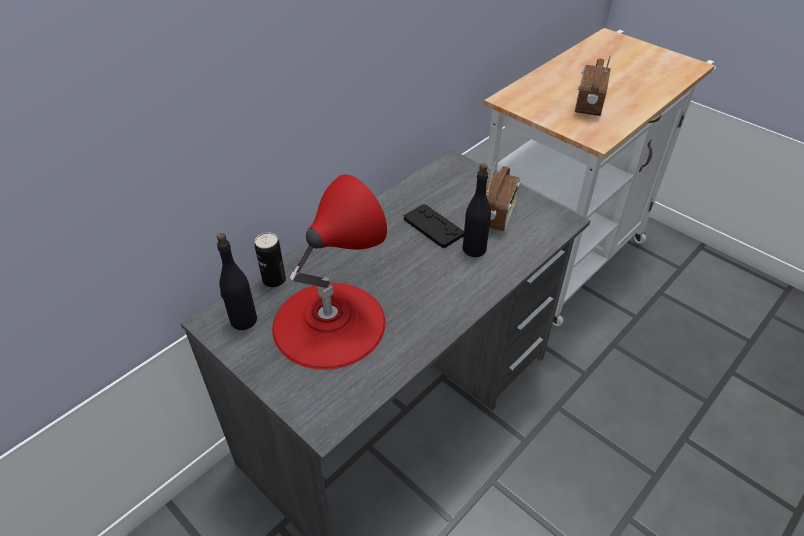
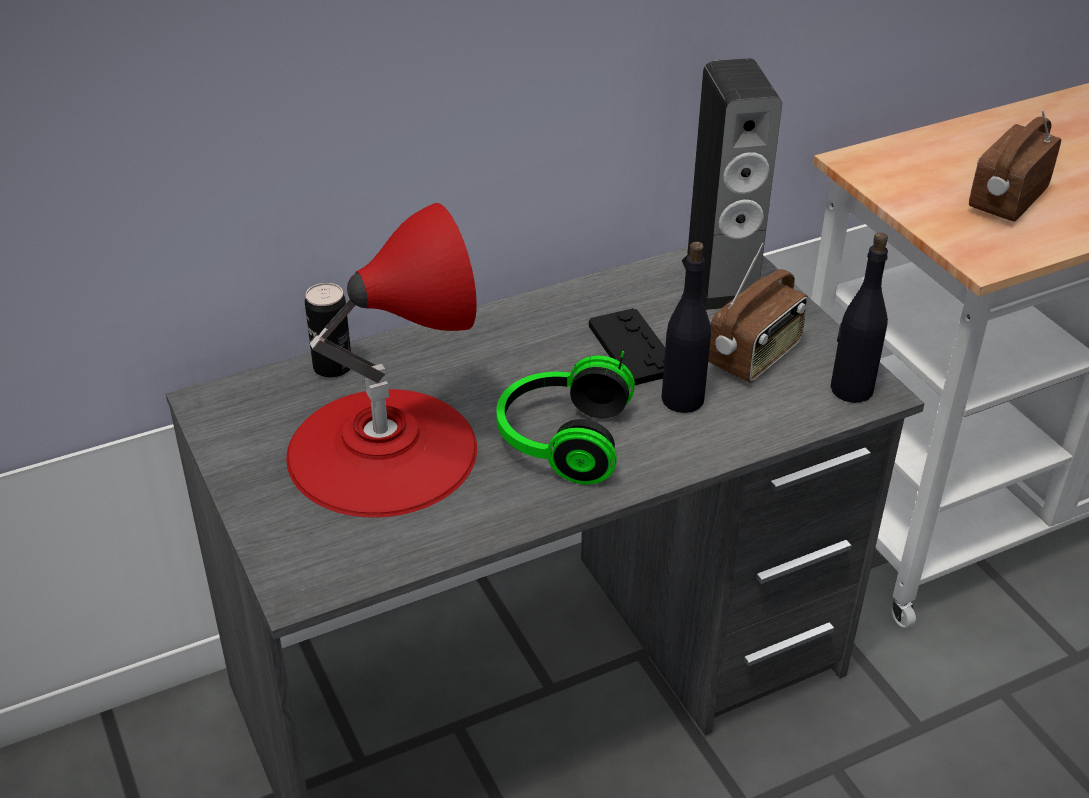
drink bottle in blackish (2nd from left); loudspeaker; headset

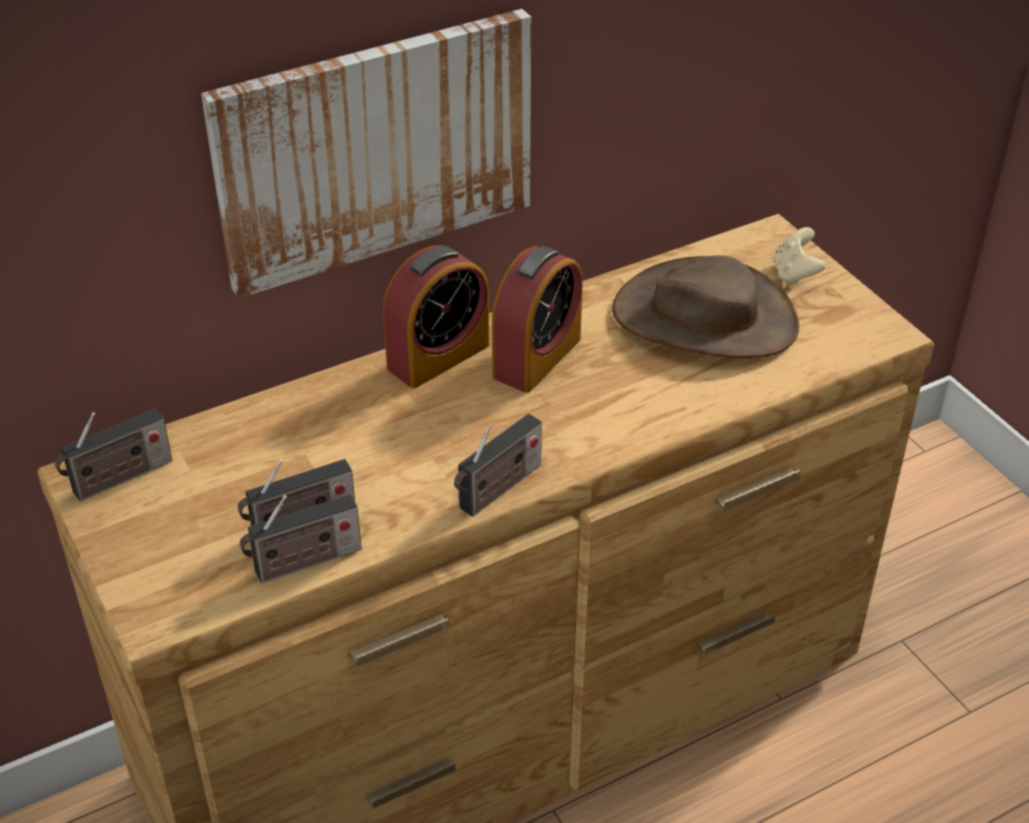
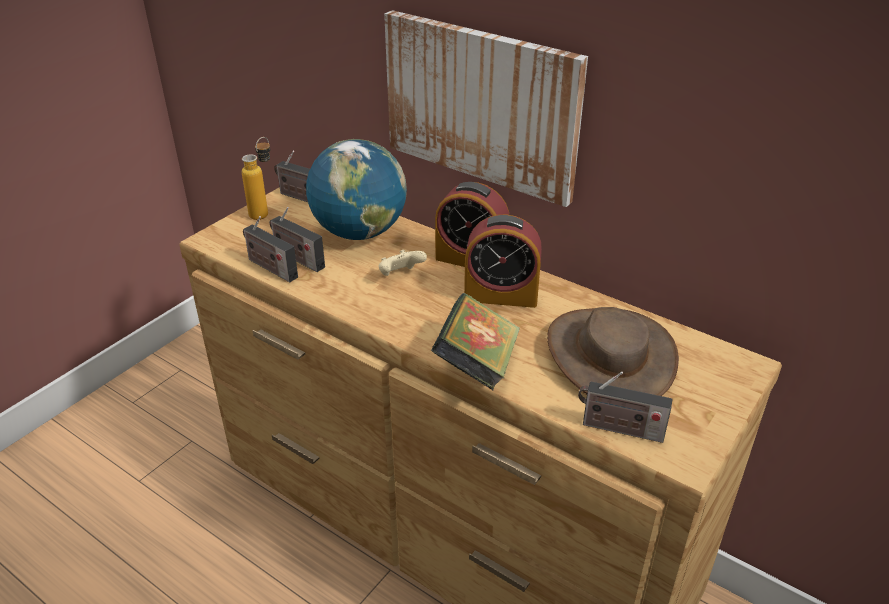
gamepad in beige-coloured; radio set (4th from left); drink bottle; desk globe; bound book

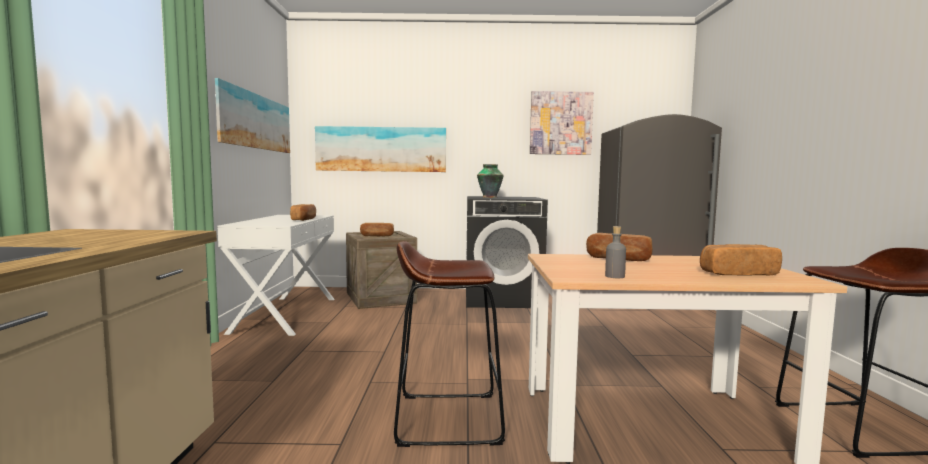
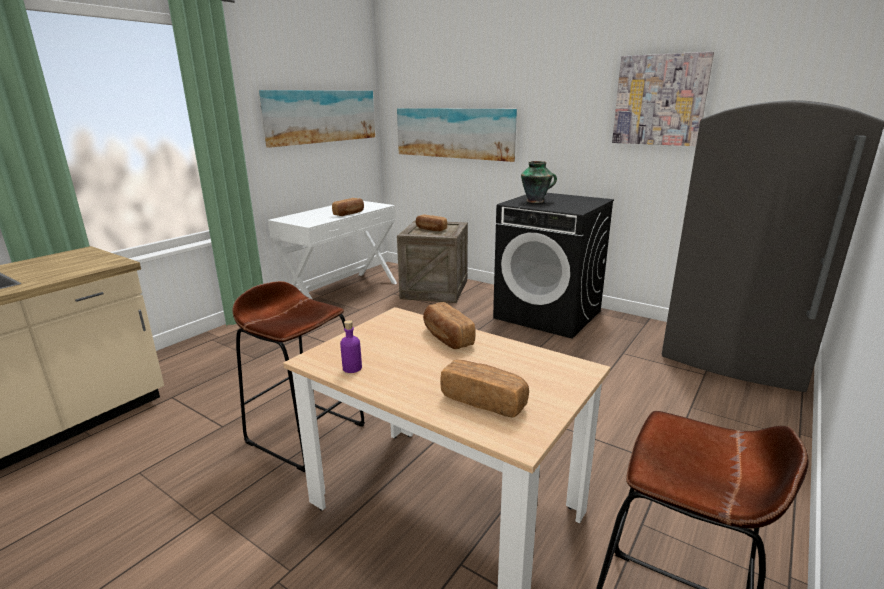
drink bottle in purple

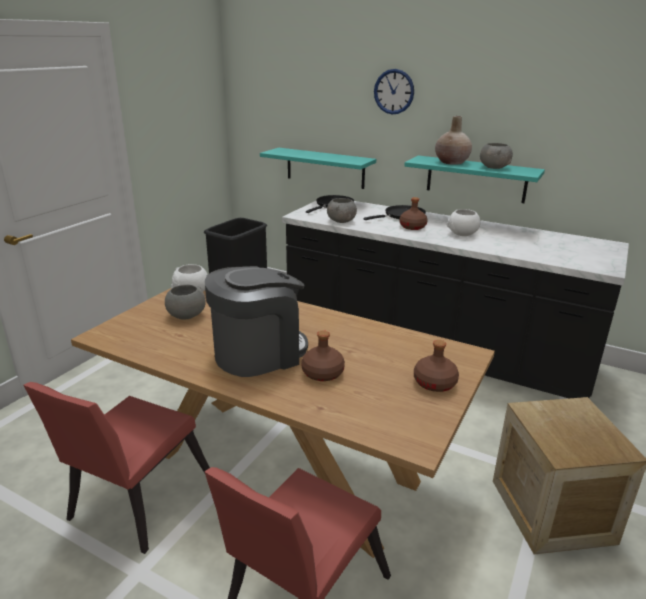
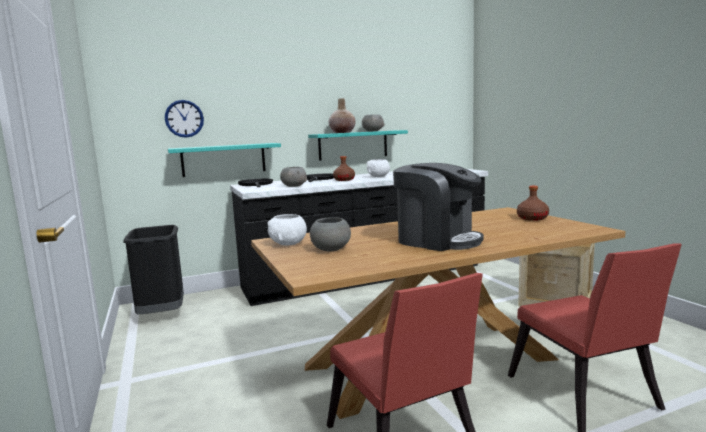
hanging clock; coffee brewer; drink bottle in brown (1st from left in the first image)

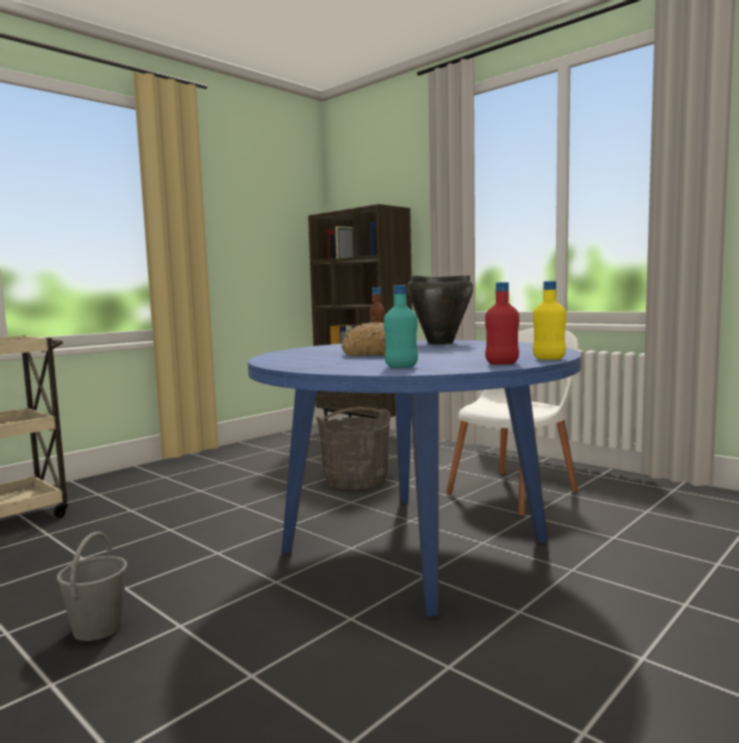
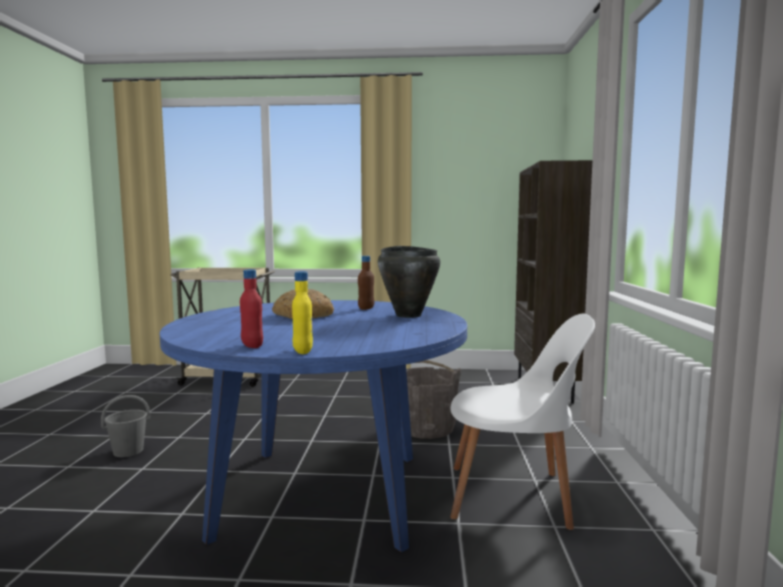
drink bottle in blue-green

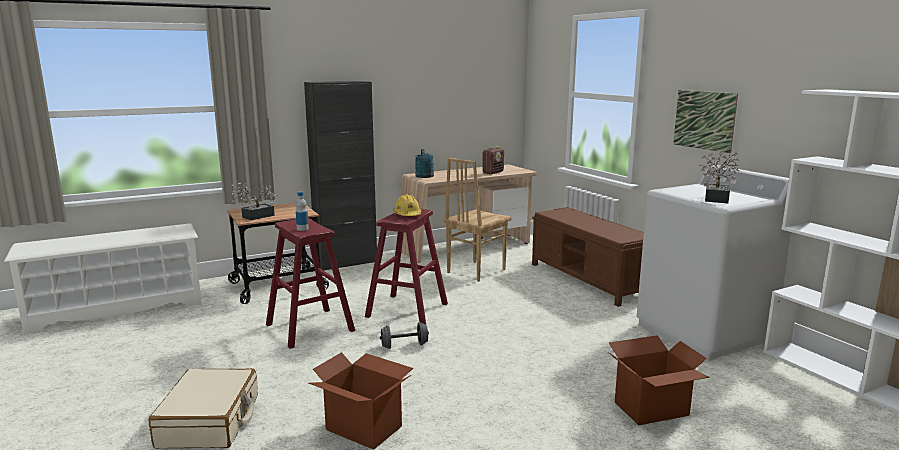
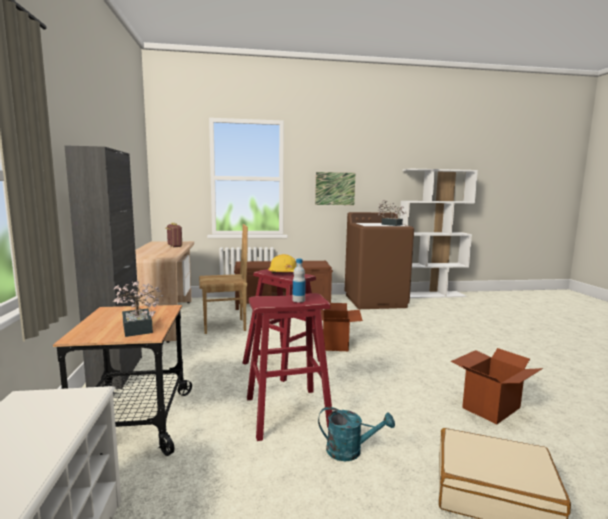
watering pot in blue-green; upright chair in brown; laundry machine in brown; dumbbell in grey; packing box (1st from left)

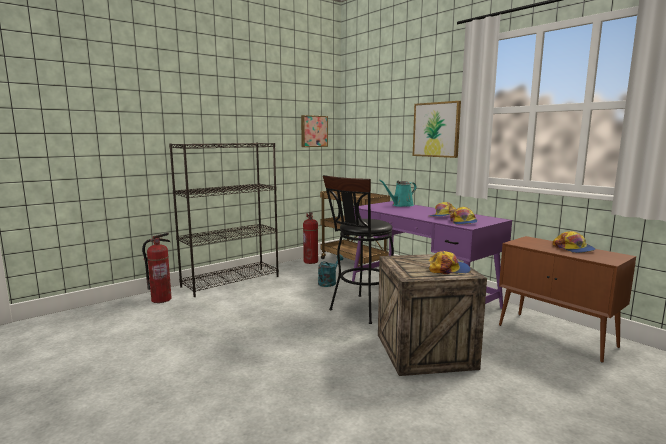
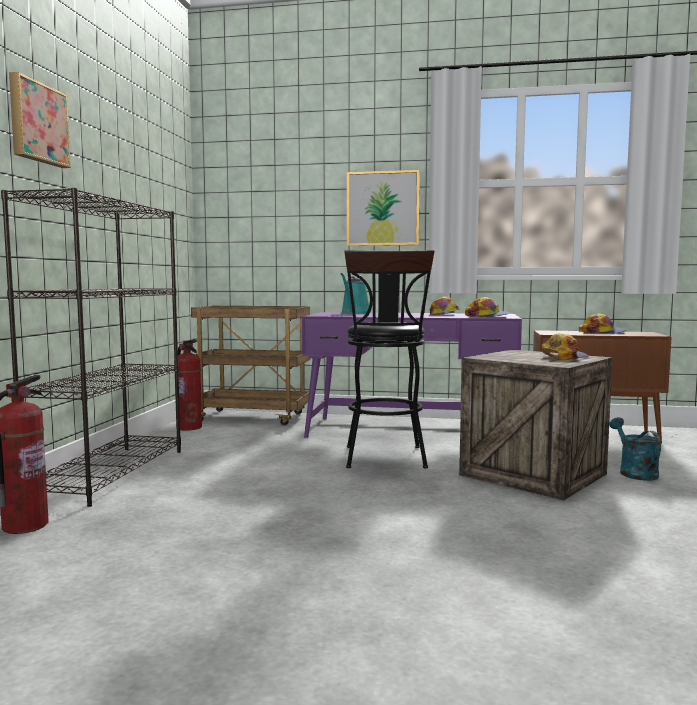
wall picture (1st from left); watering pot in blue-green (2nd from left)

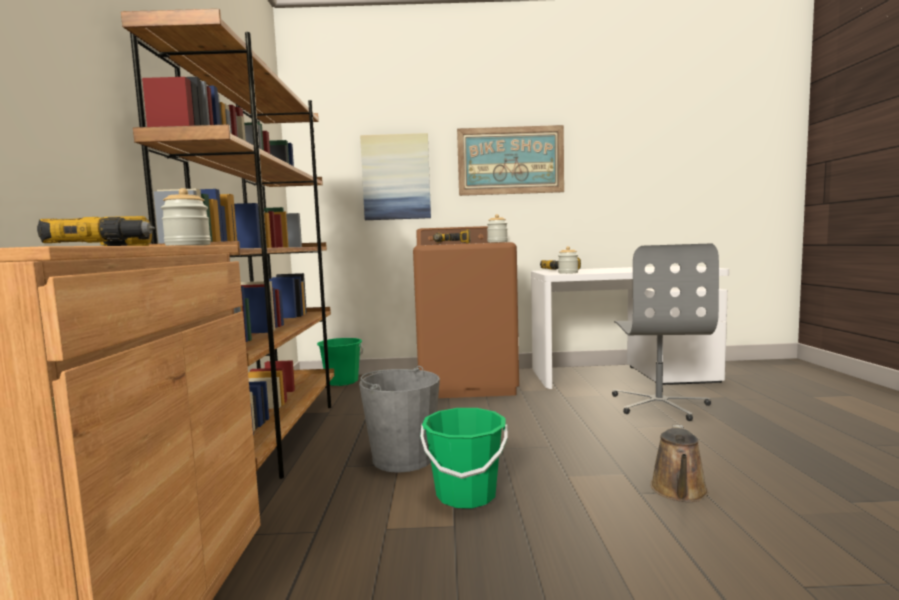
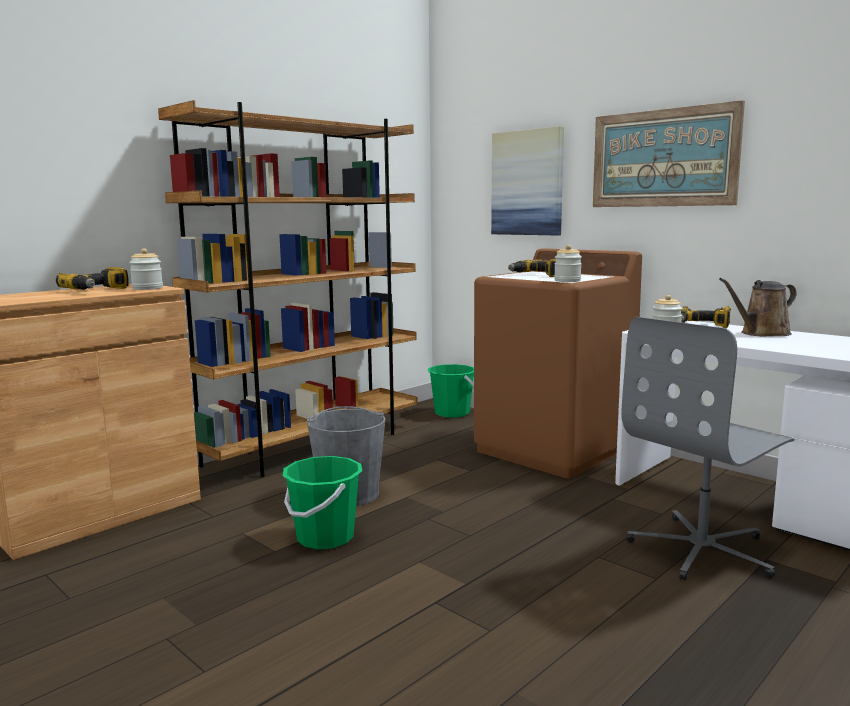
watering pot in brown

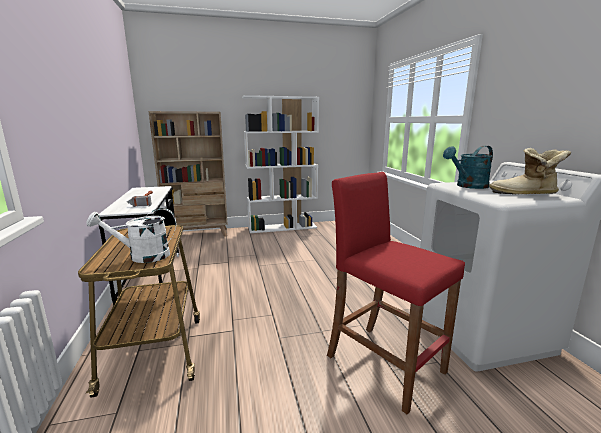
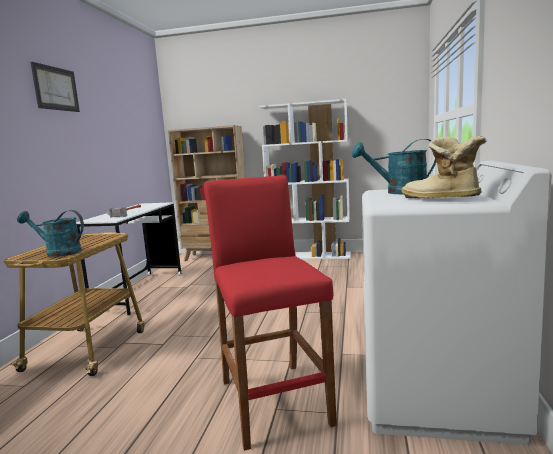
watering pot in blue-green (1st from left); wall picture

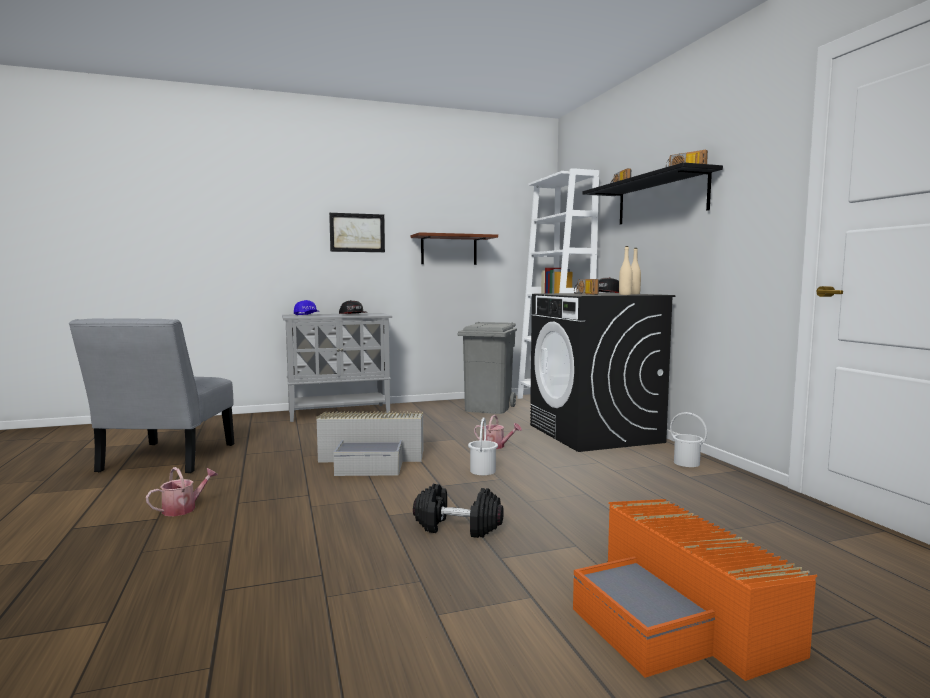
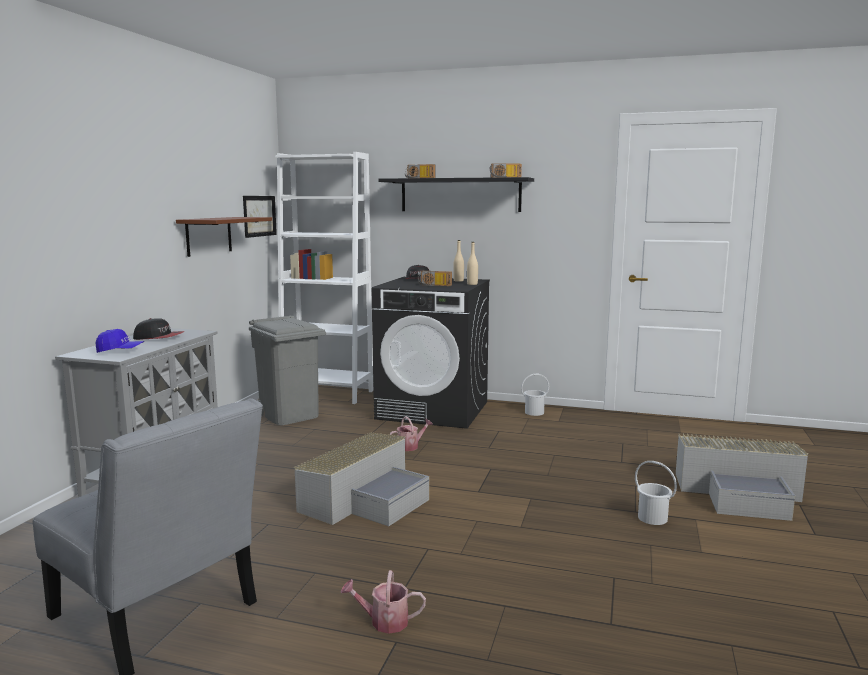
wall picture; bucket in white (2nd from left); watering pot (1st from left); dumbbell in blackish; storage bin in grey (2nd from left)

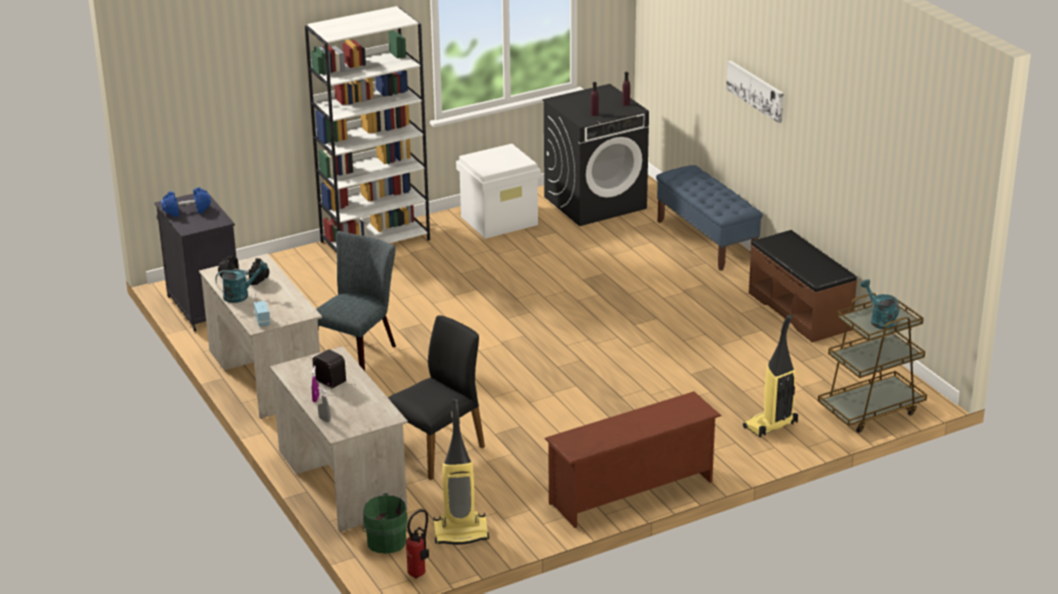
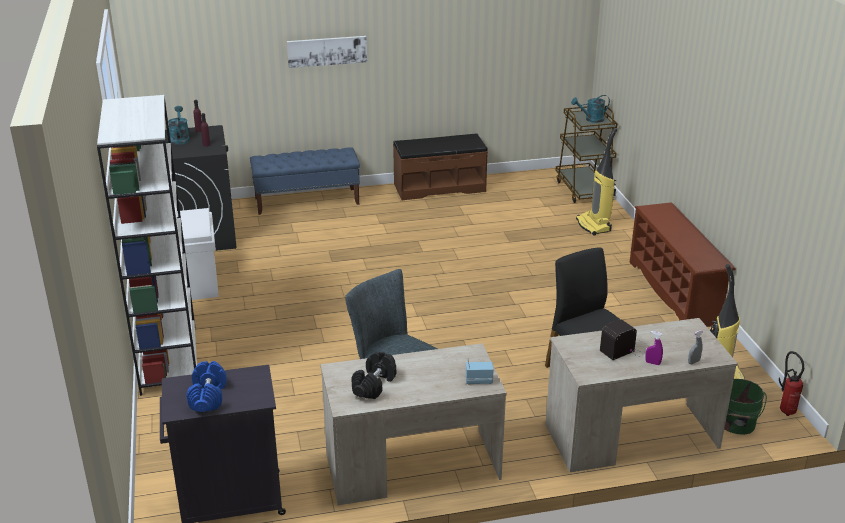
watering pot in blue-green (1st from left)

